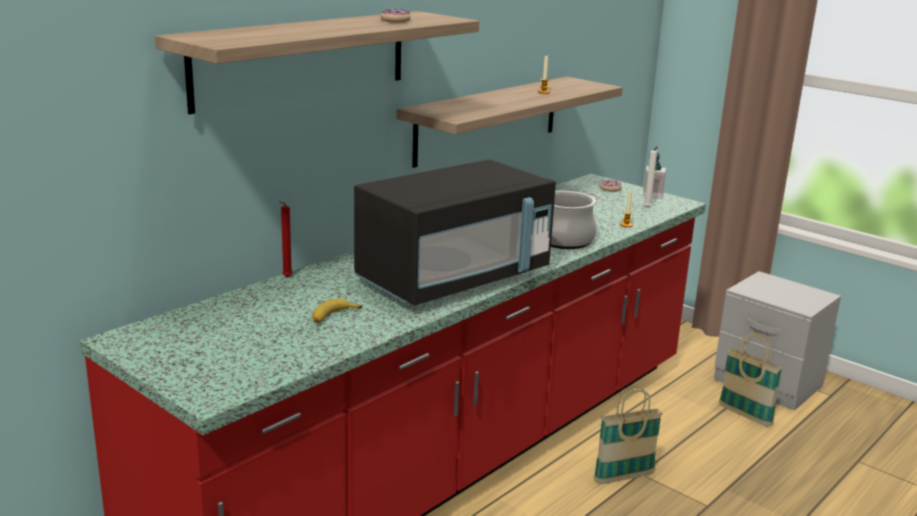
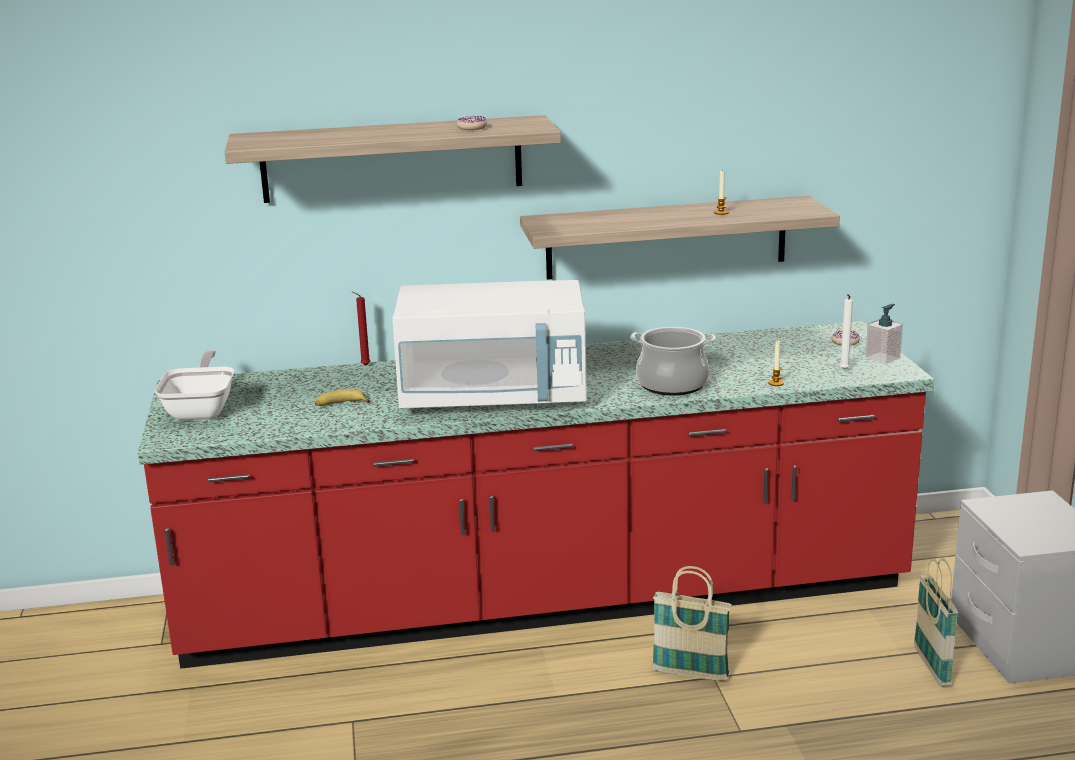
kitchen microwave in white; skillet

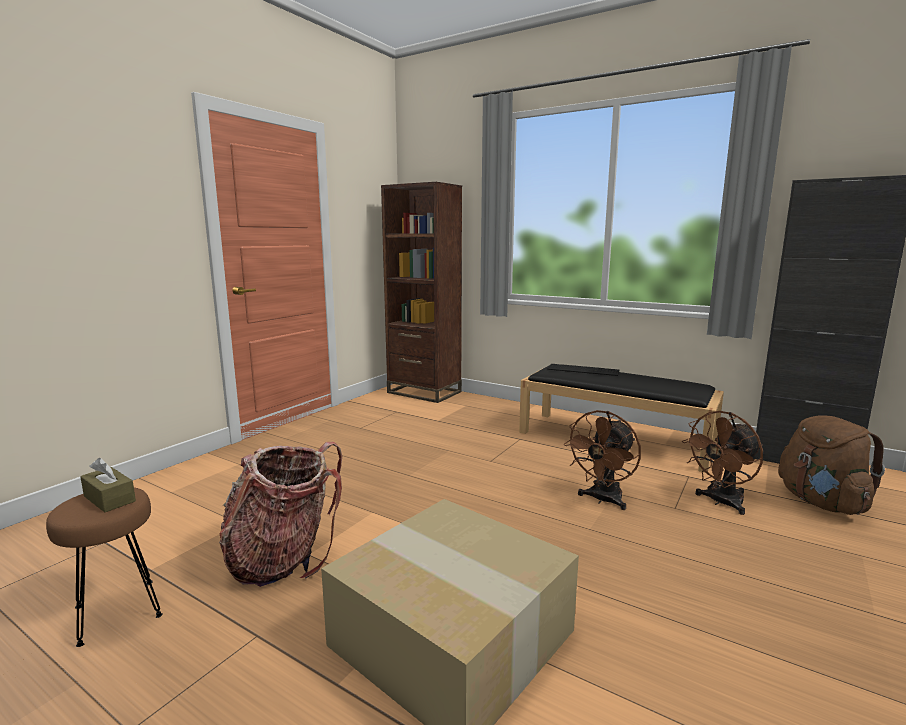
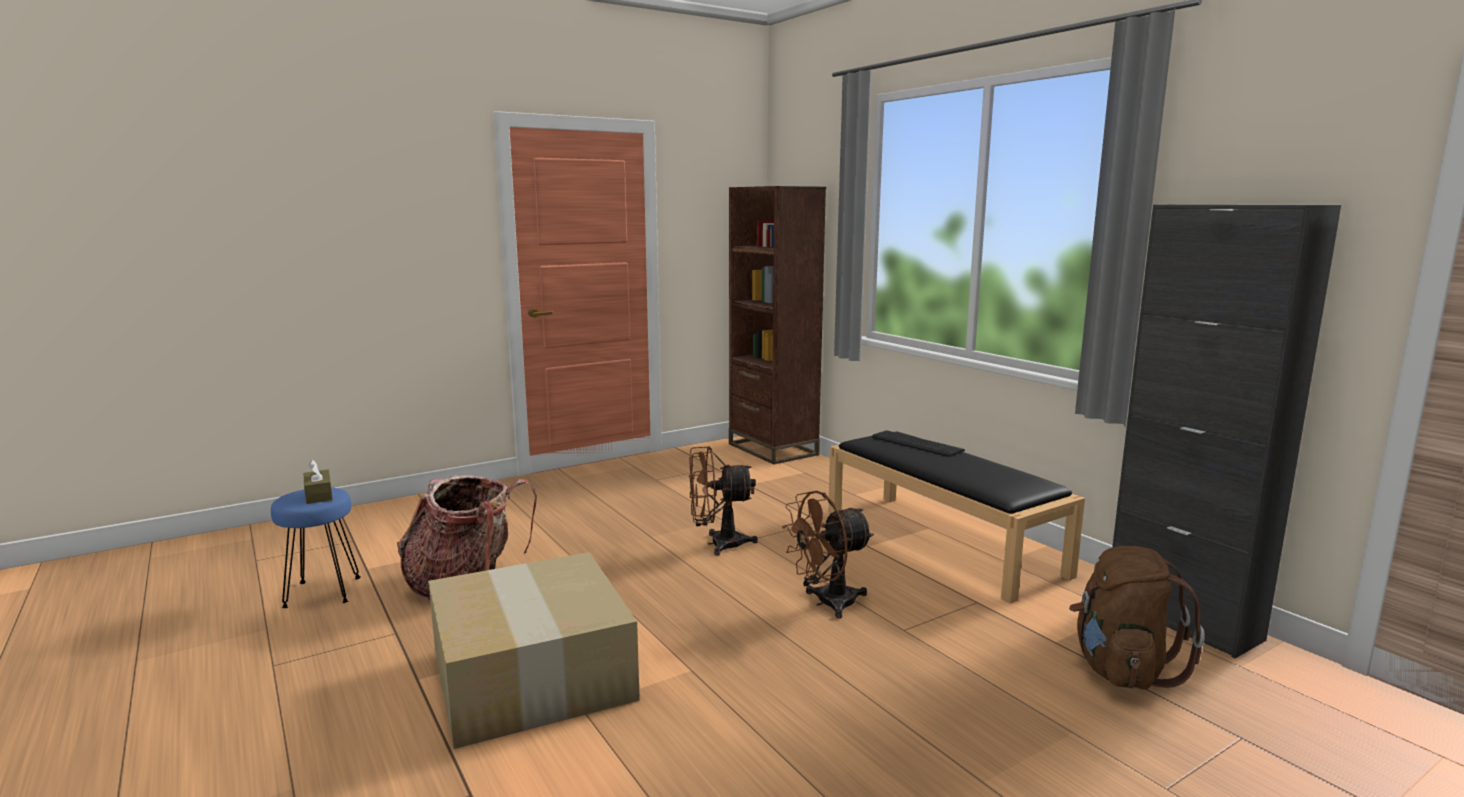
fan in brown (1st from left); stool in blue

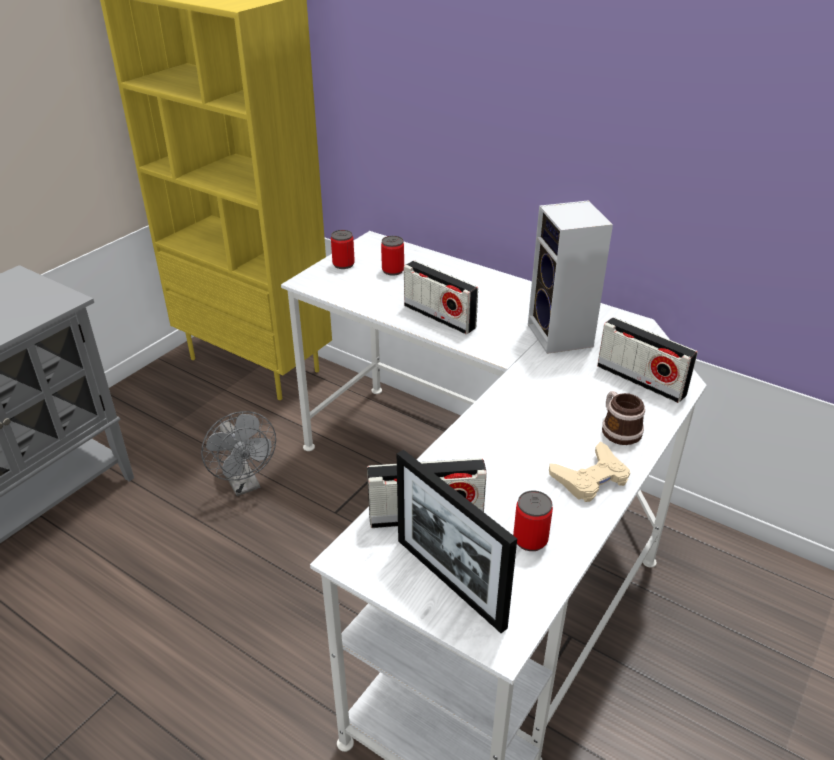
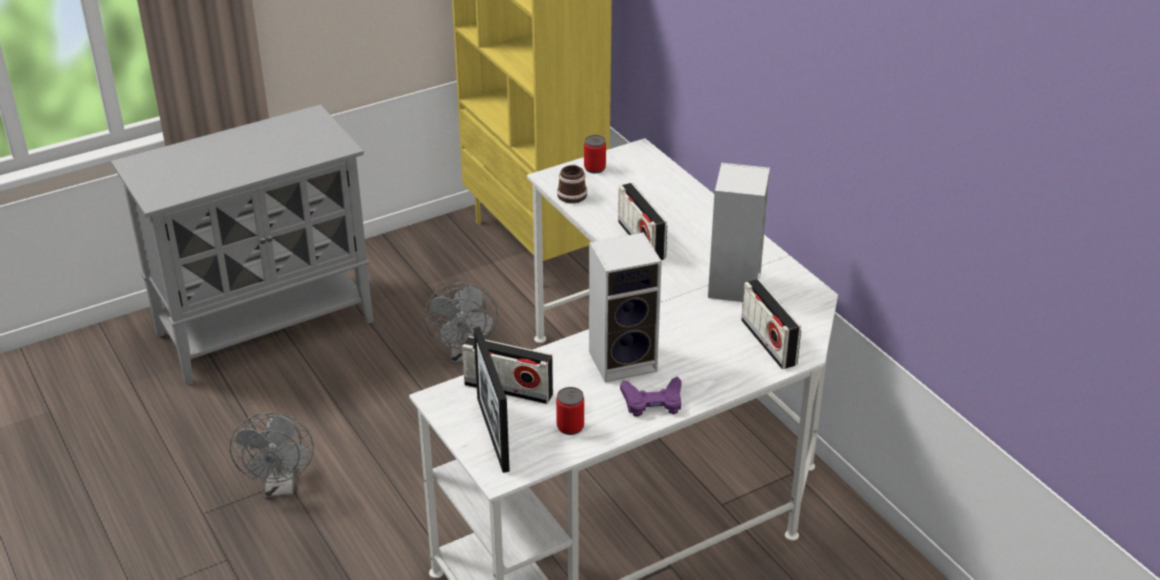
metal can (2nd from left in the first image); coffee mug; gamepad in purple; loudspeaker (1st from left); fan in grey (1st from left)

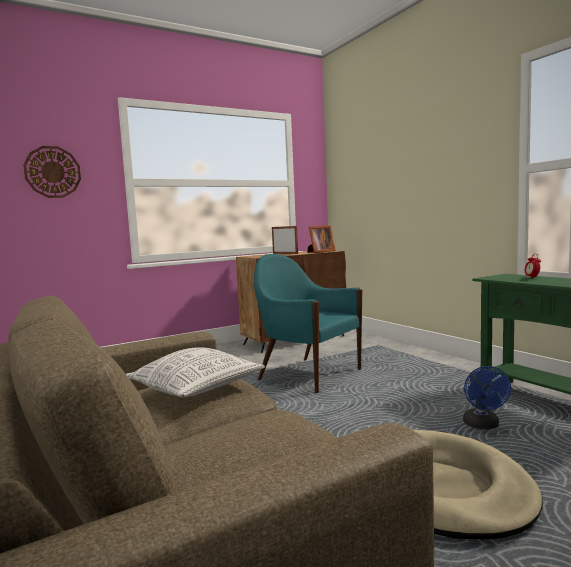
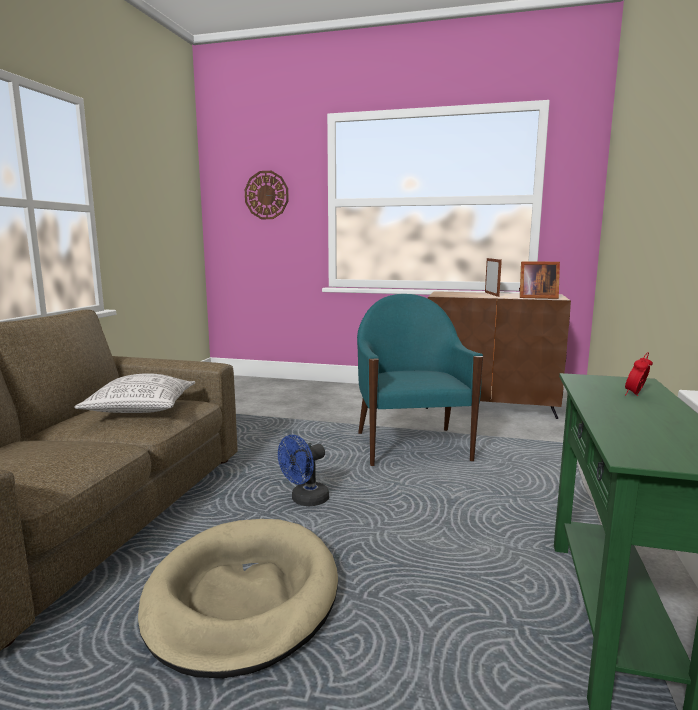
fan in blue

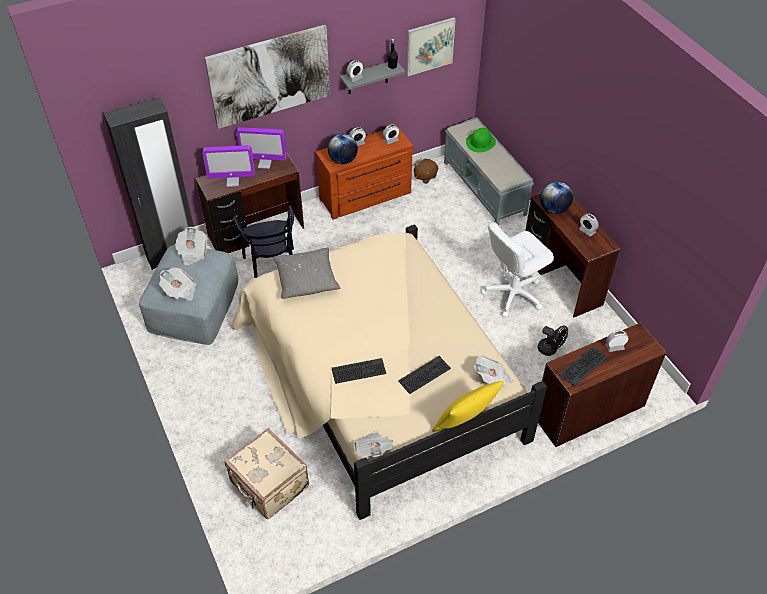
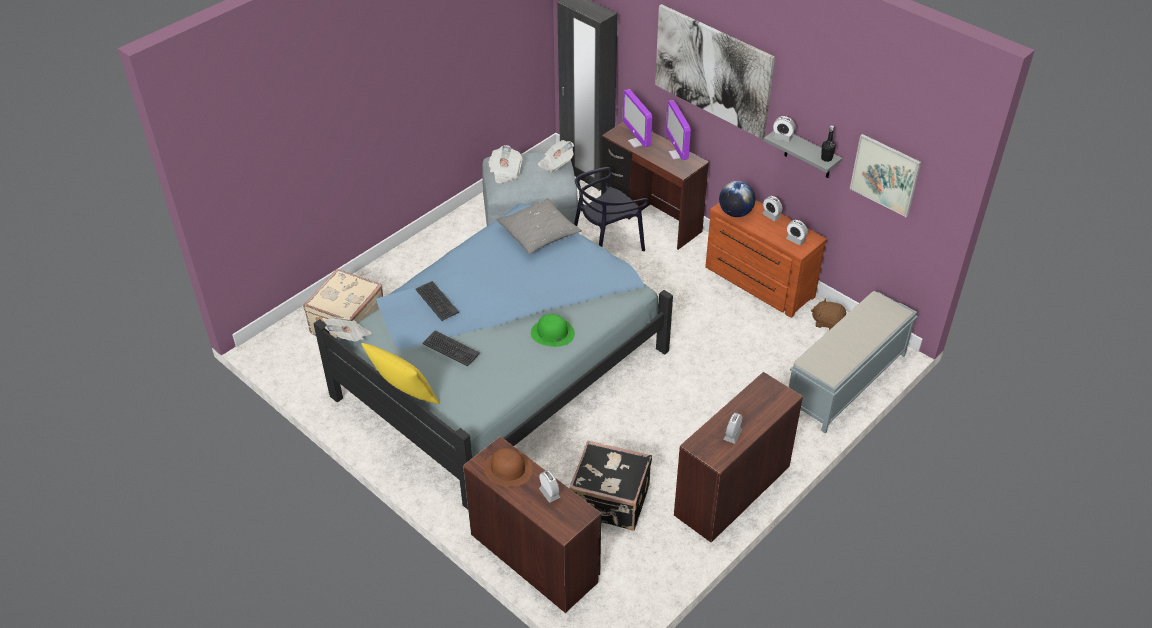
wearable hat in greenish; desk globe (2nd from left in the first image); desk chair in white; bed in blue; travel case in blackish; wearable hat in brown; printed paper (4th from left in the first image)

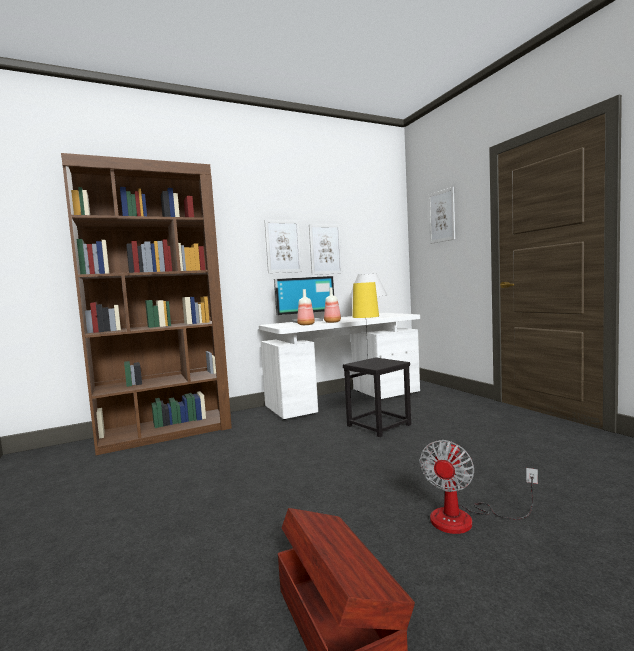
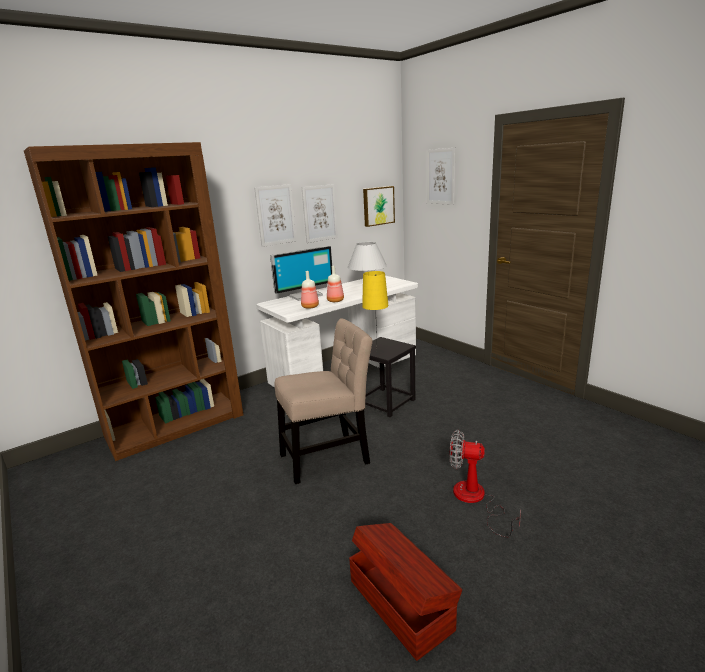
fan; wall picture (3rd from left); upright chair in beige-coloured

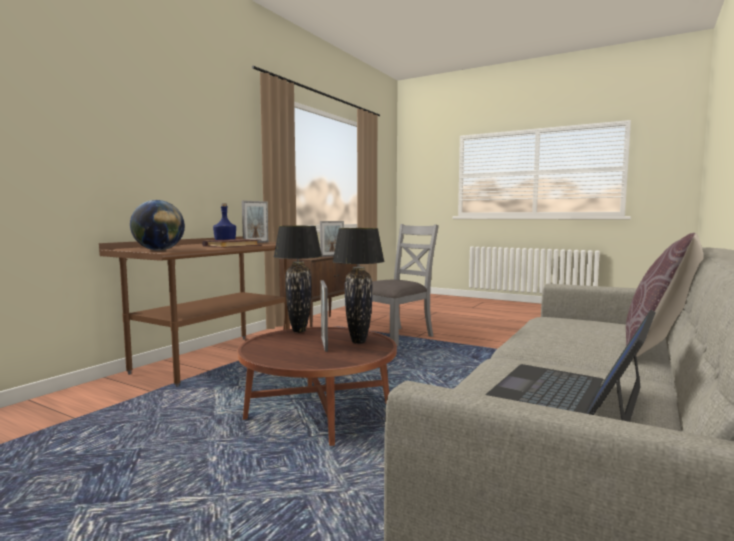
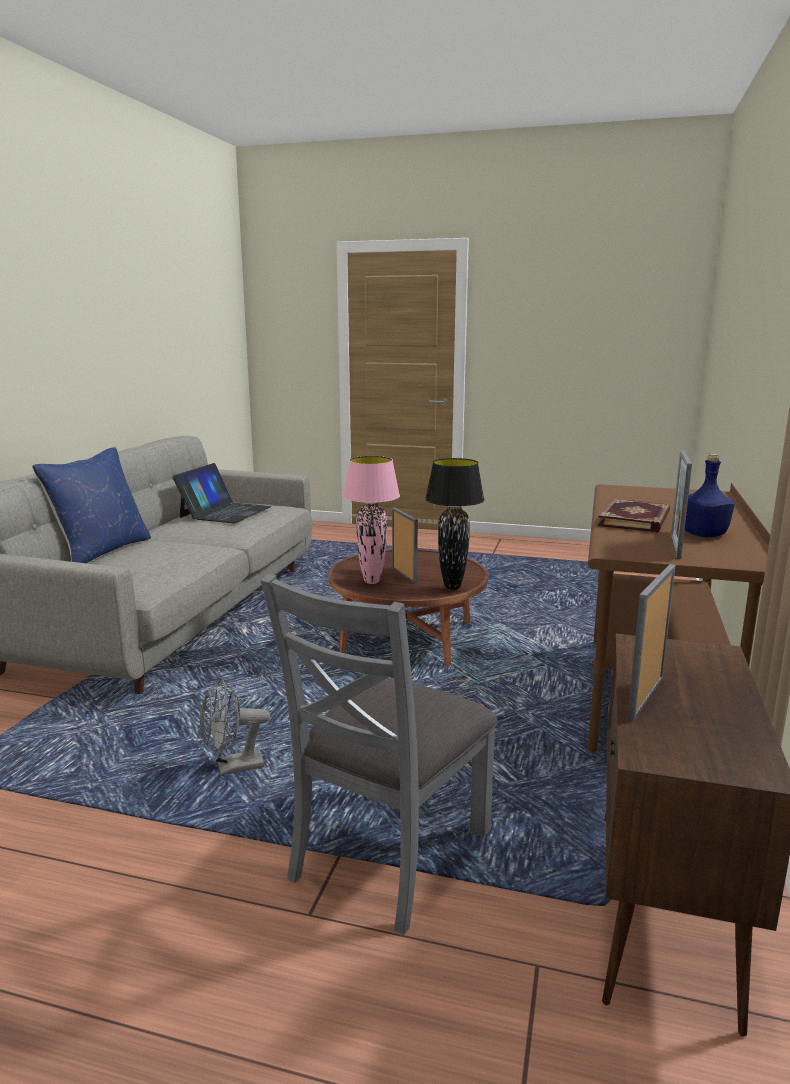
desk globe; lamp for a table in pink-coloured; throw pillow in blue; fan in grey

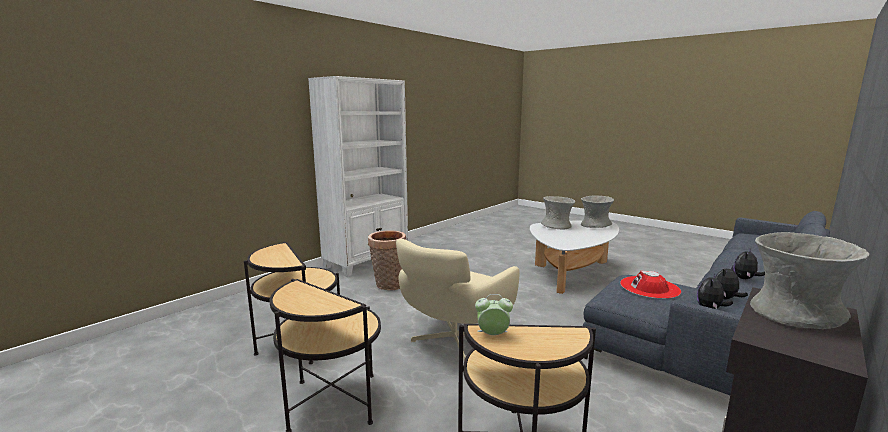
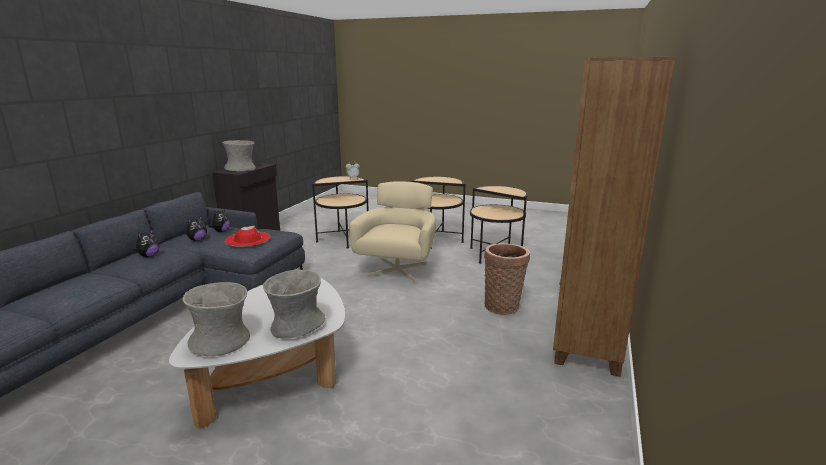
bookcase in brown

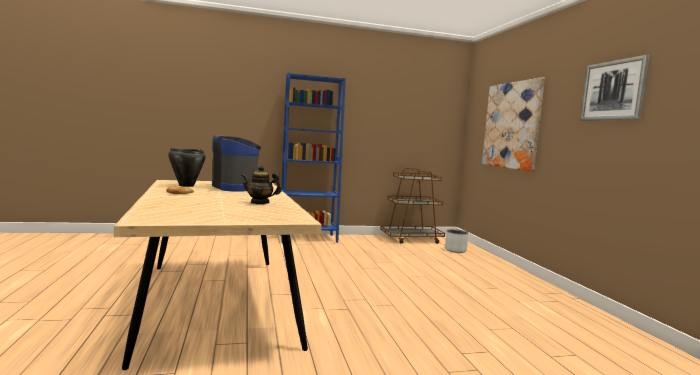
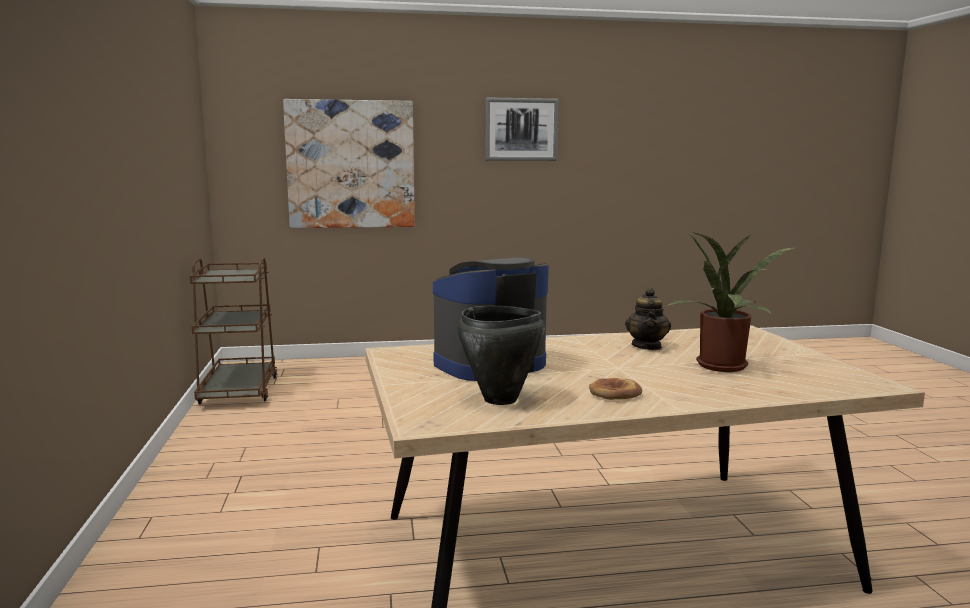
bookcase in blue; plant pot in grey; plant in a pot

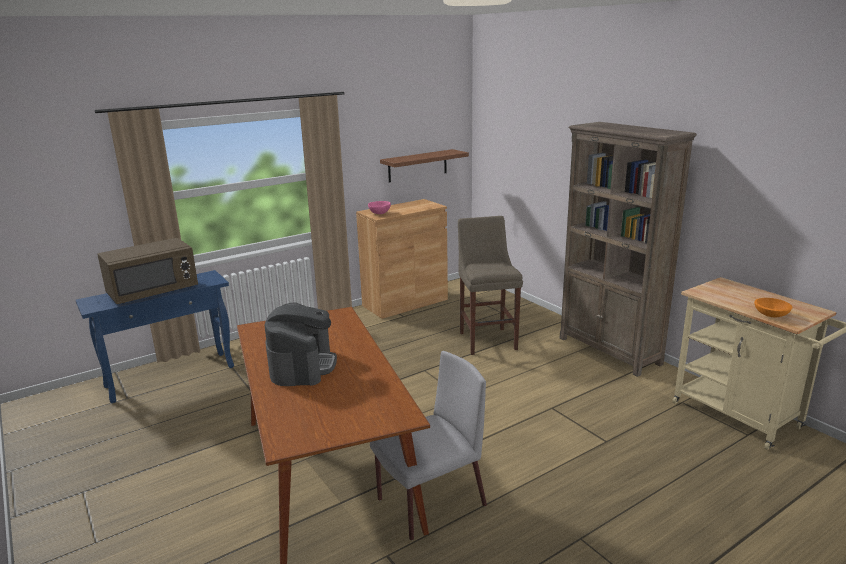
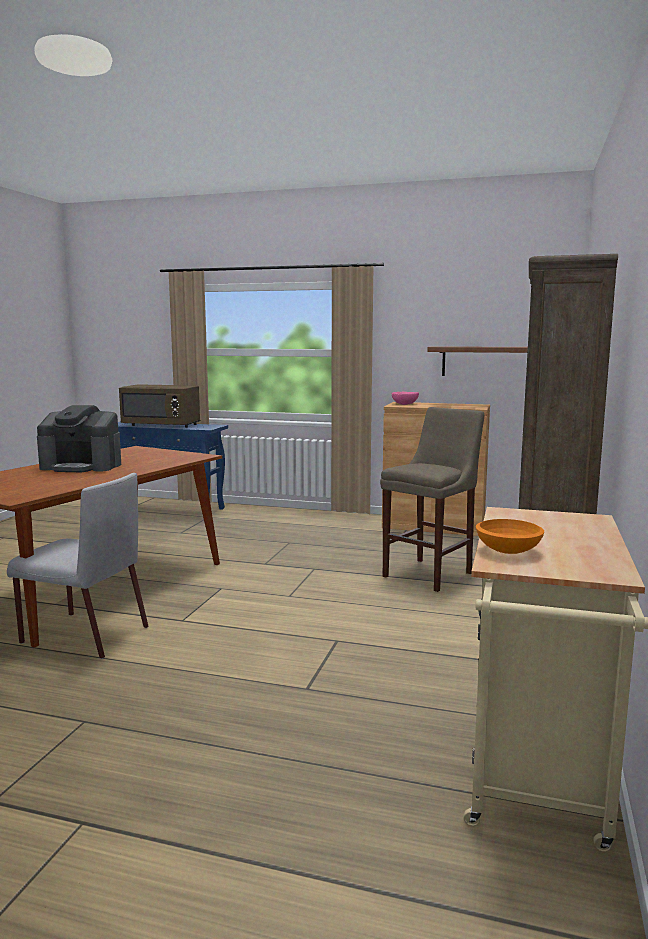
coffee brewer

